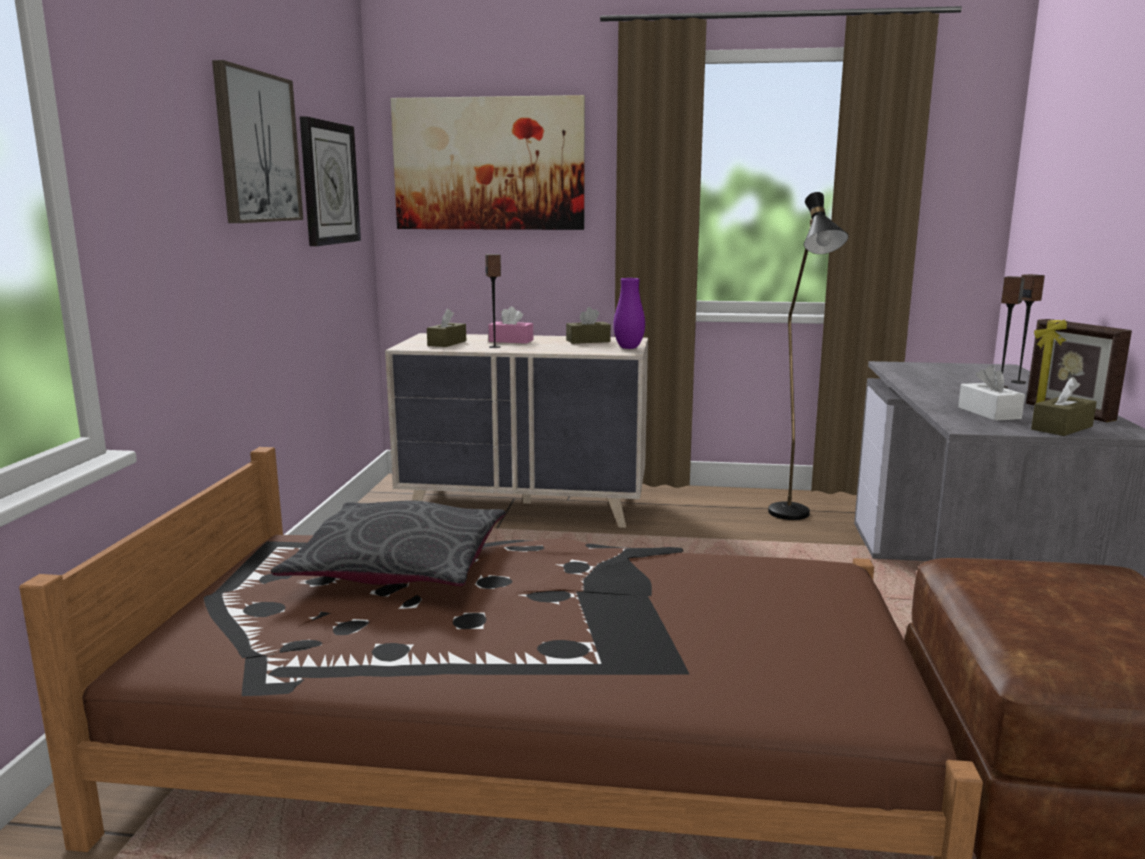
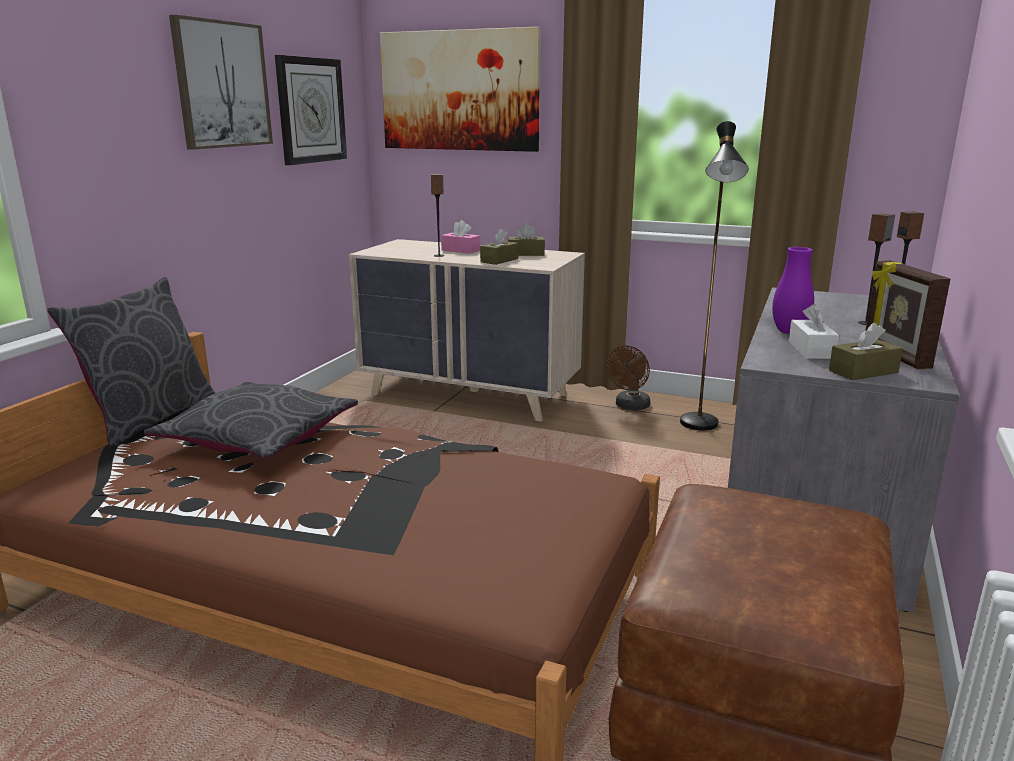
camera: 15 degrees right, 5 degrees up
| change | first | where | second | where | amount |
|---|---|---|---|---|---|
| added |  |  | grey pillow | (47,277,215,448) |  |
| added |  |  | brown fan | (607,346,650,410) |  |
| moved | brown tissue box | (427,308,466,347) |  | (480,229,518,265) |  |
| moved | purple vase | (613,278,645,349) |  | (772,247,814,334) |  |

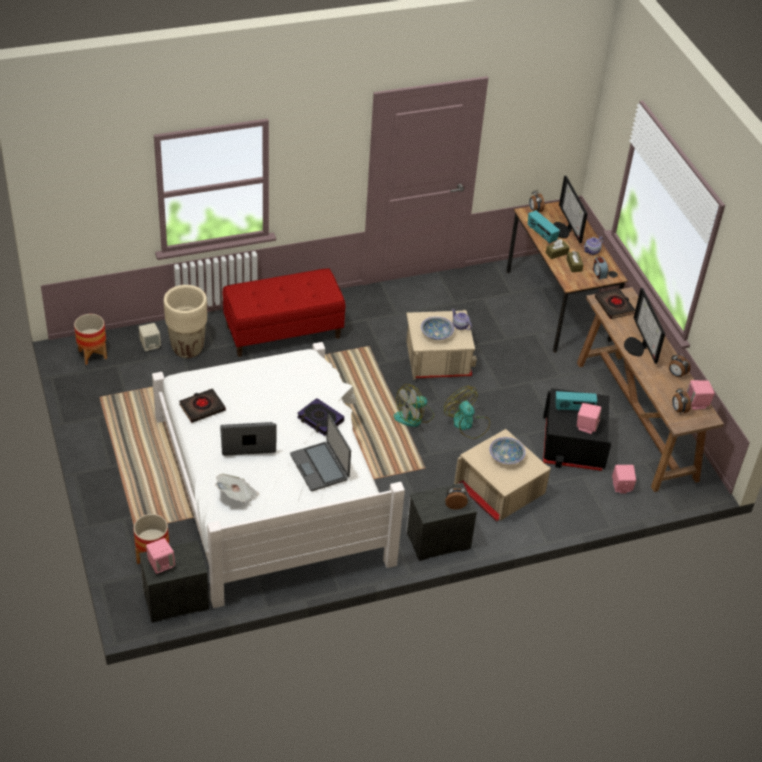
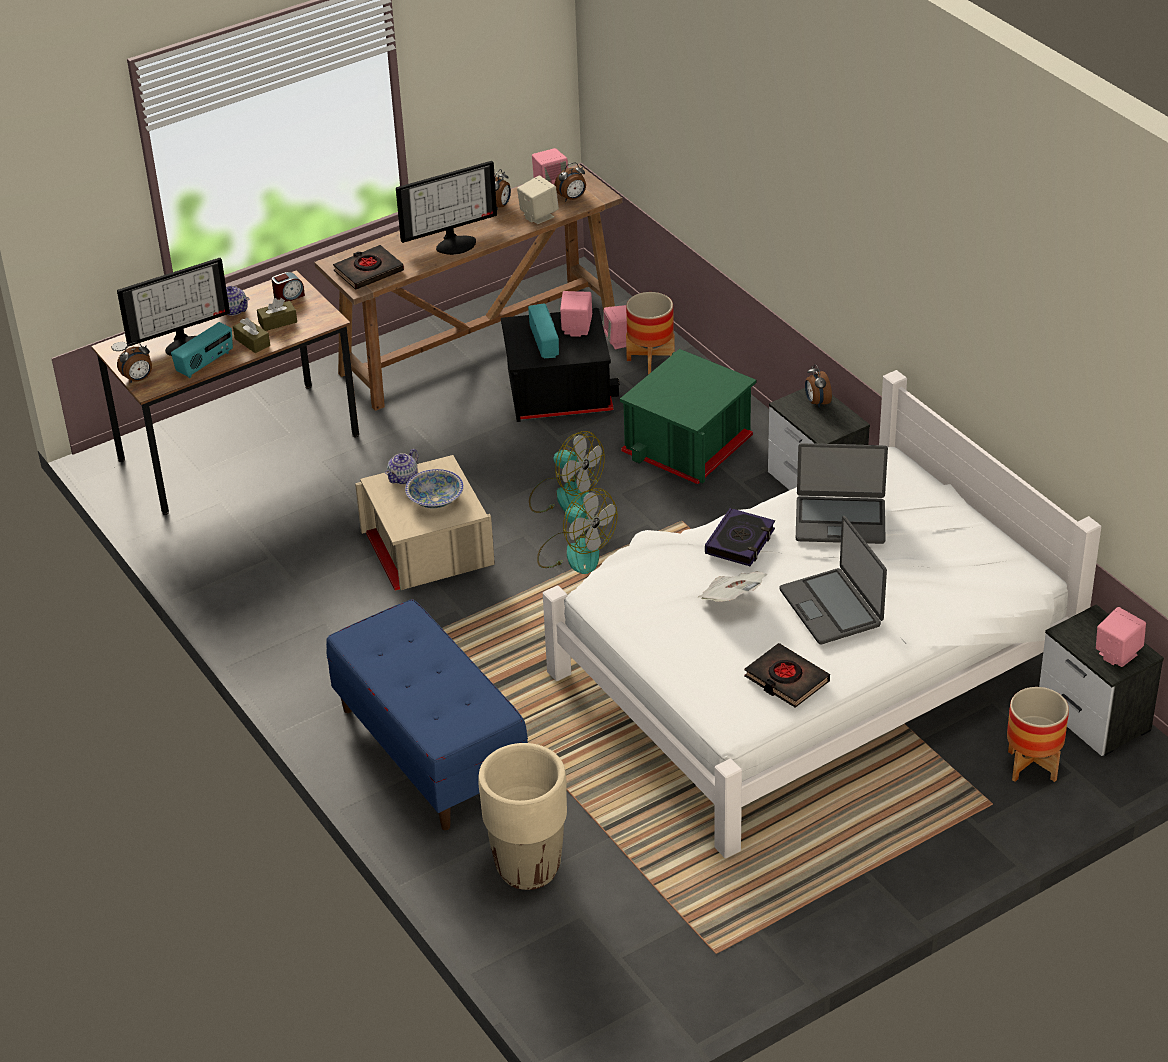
camera: 100 degrees left, 5 degrees down
| change | first | where | second | where | amount |
|---|---|---|---|---|---|
| removed | bowl | (489,437,526,464) |  |  |  |
| moved | planter | (74,314,107,365) |  | (626,292,675,375) |  |
| moved | beige speaker | (139,323,161,351) |  | (517,175,559,224) |  |
| moved | newspaper | (215,473,259,503) |  | (698,571,767,602) |  |
| recoloured | red bench | (223,268,345,357) | blue bench | (326,599,528,830) |  |
| recoloured | beige storage box | (454,429,551,522) | green storage box | (620,349,756,484) |  |
| turned | laptop | (290,414,351,491) |  | (796,443,888,544) | 45 degrees clockwise |
| turned | fan | (444,386,490,439) |  | (529,431,605,513) | 90 degrees counterclockwise |

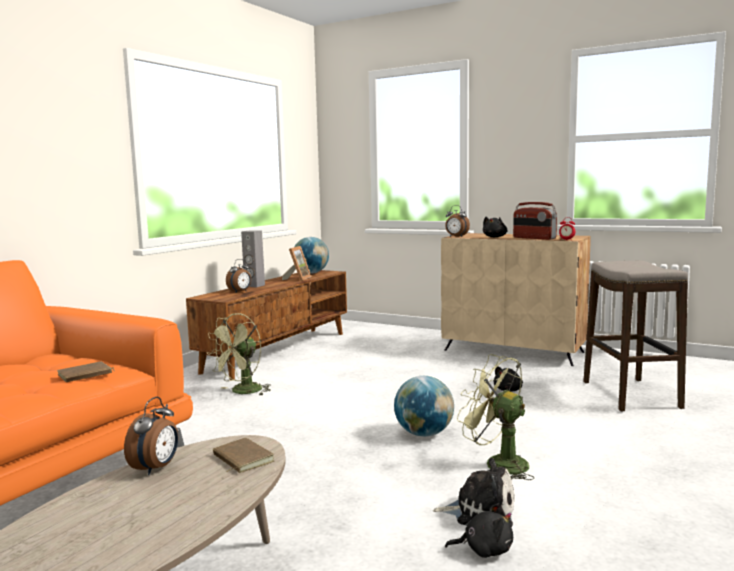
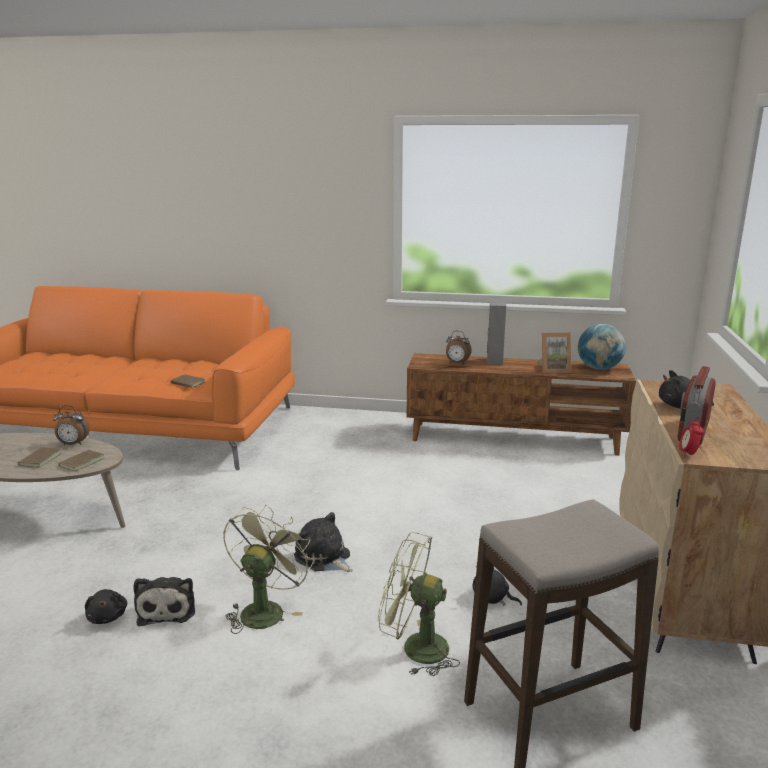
camera: 70 degrees right, 10 degrees up
| change | first | where | second | where | amount |
|---|---|---|---|---|---|
| removed | alarm clock | (445,205,470,237) |  |  |  |
| added |  |  | brown book | (11,447,62,468) |  |
| moved | green fan | (207,313,271,396) |  | (378,532,460,676) |  |
| replaced | globe | (394,376,454,437) | plush toy | (294,512,353,572) |  |

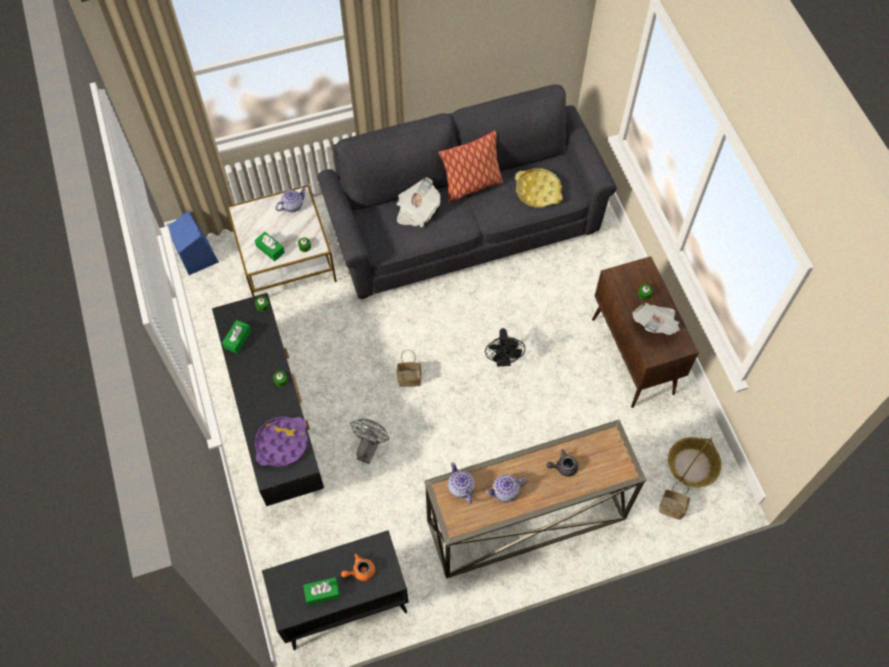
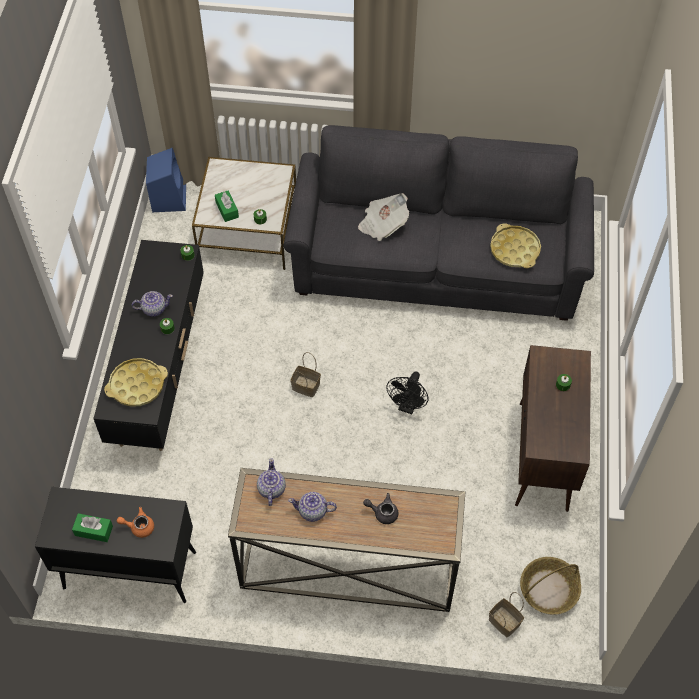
camera: 25 degrees right, 5 degrees down
| change | first | where | second | where | amount |
|---|---|---|---|---|---|
| removed | green tissue box | (222,320,251,354) |  |  |  |
| removed | grey fan | (350,419,389,464) |  |  |  |
| removed | pillow | (439,131,503,203) |  |  |  |
| removed | newspaper | (633,303,680,335) |  |  |  |
| moved | teapot | (275,187,306,212) |  | (132,291,173,317) |  |
| recoloured | purple tray | (255,417,308,467) | yellow tray | (104,358,168,407) |  |

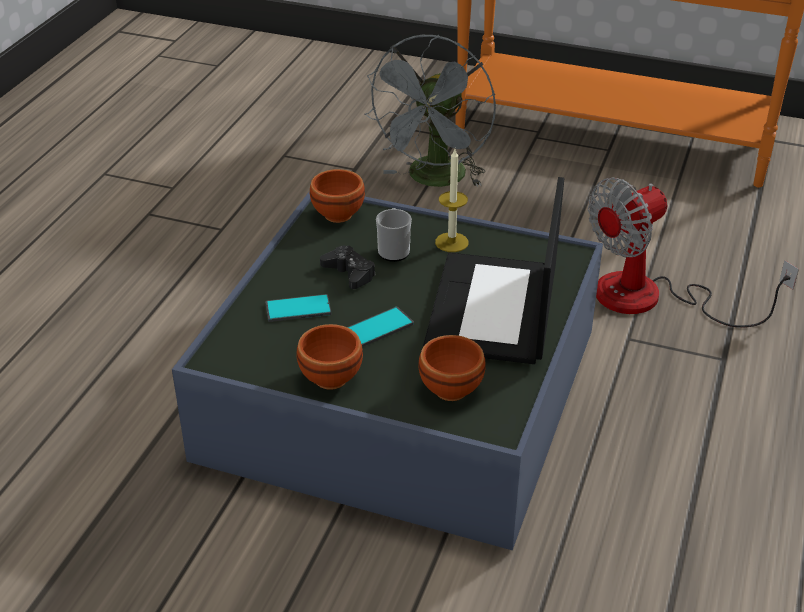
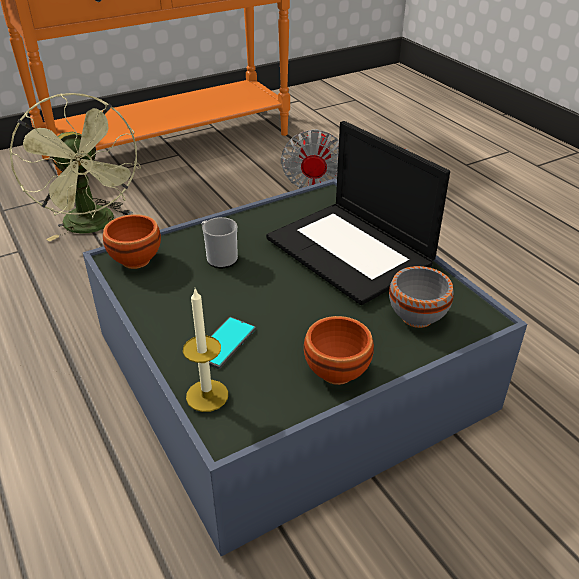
camera: 50 degrees left, 0 degrees up
| change | first | where | second | where | amount |
|---|---|---|---|---|---|
| removed | black game controller | (320,245,376,289) |  |  |  |
| removed | phone | (347,306,414,347) |  |  |  |
| moved | candle | (435,149,468,252) |  | (183,289,228,412) |  |
| recoloured | grey fan | (364,35,496,187) | green fan | (9,93,141,242) |  |
| recoloured | brown bowl | (418,335,486,401) | grey bowl | (389,266,454,328) |  |

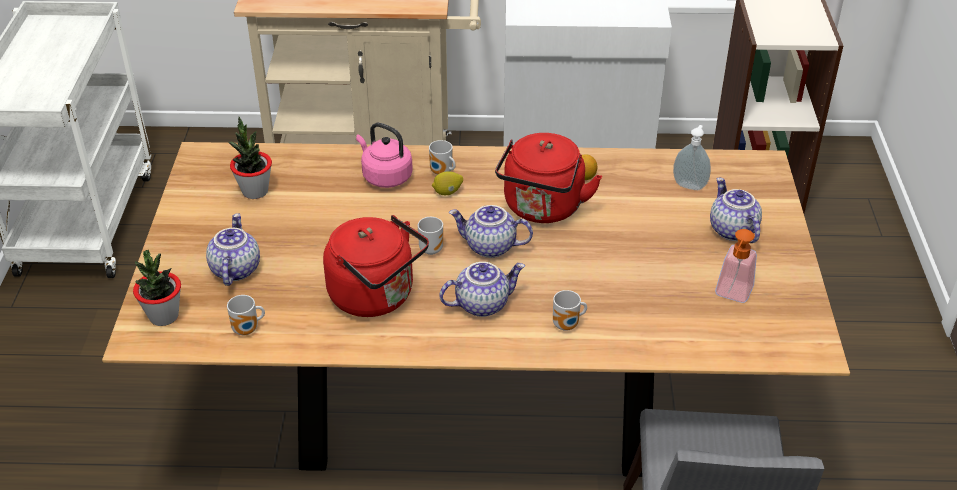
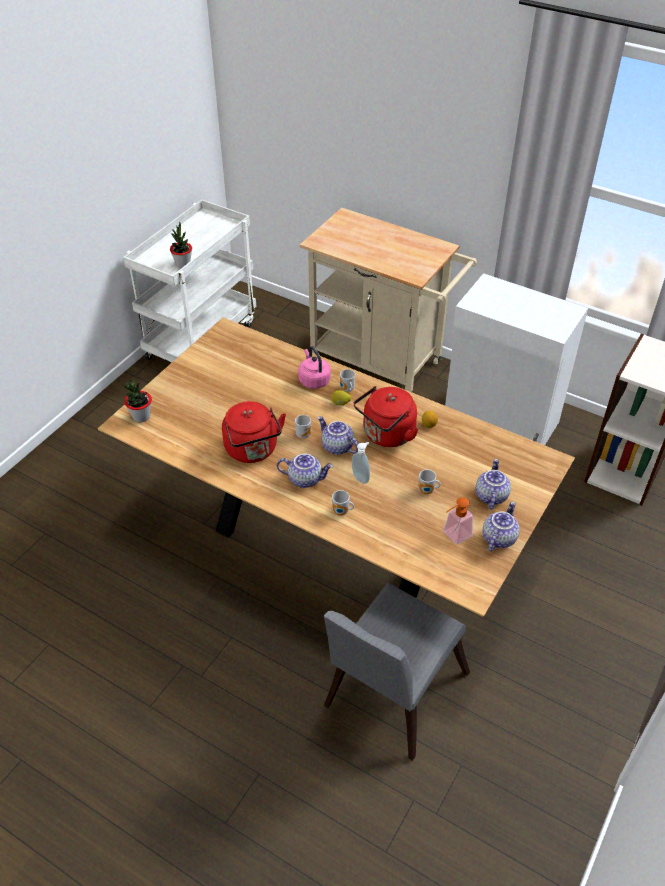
camera: 30 degrees right, 5 degrees up
| change | first | where | second | where | amount |
|---|---|---|---|---|---|
| moved | teapot | (206,213,260,286) |  | (483,502,520,552) |  |
| moved | mug | (227,295,265,335) |  | (418,470,441,494) |  |
| moved | potted plant | (228,117,272,199) |  | (170,222,192,268) |  |
| moved | soap dispenser | (673,125,711,190) |  | (352,442,370,484) |  |

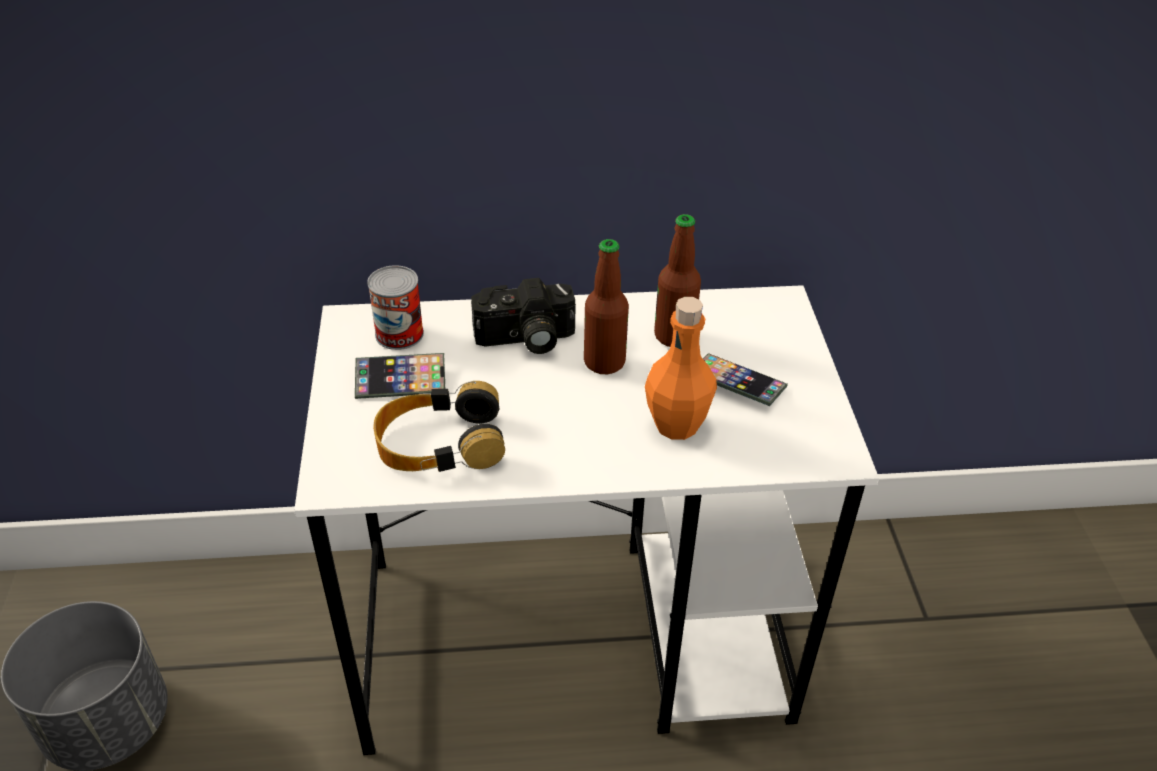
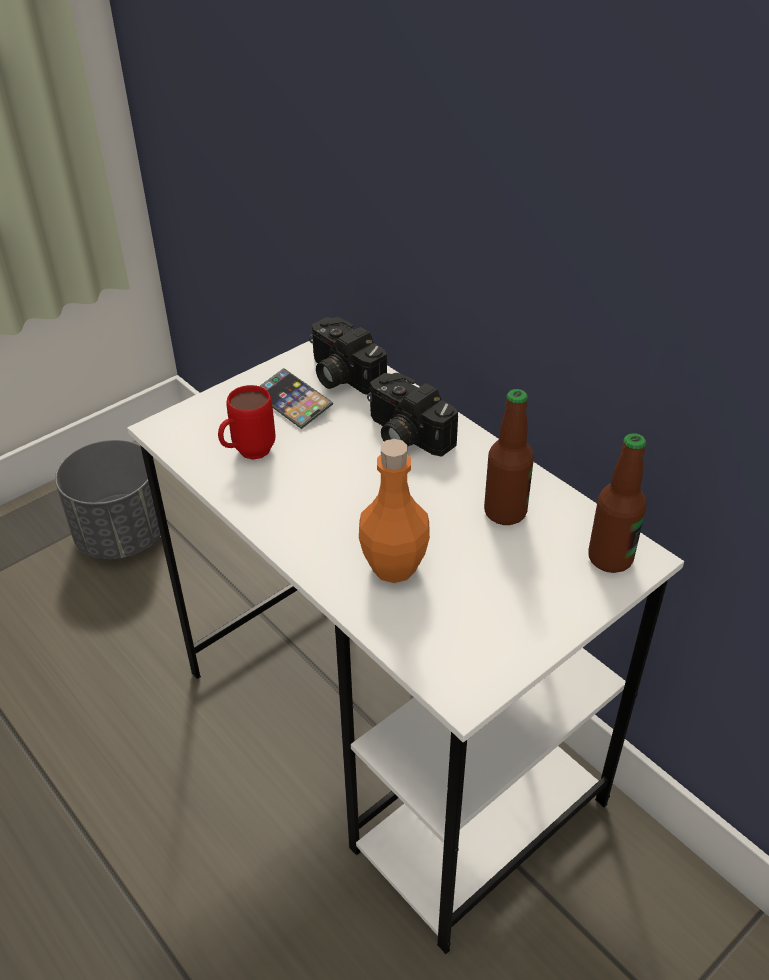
camera: 55 degrees right, 0 degrees up
| change | first | where | second | where | amount |
|---|---|---|---|---|---|
| removed | phone | (703,353,788,406) |  |  |  |
| moved | bottle | (584,239,629,374) |  | (588,433,647,573) |  |
| replaced | can | (367,265,424,350) | photo camera | (309,317,387,395) |  |
| replaced | headphones | (373,381,505,472) | red mug | (218,385,275,460) |  |

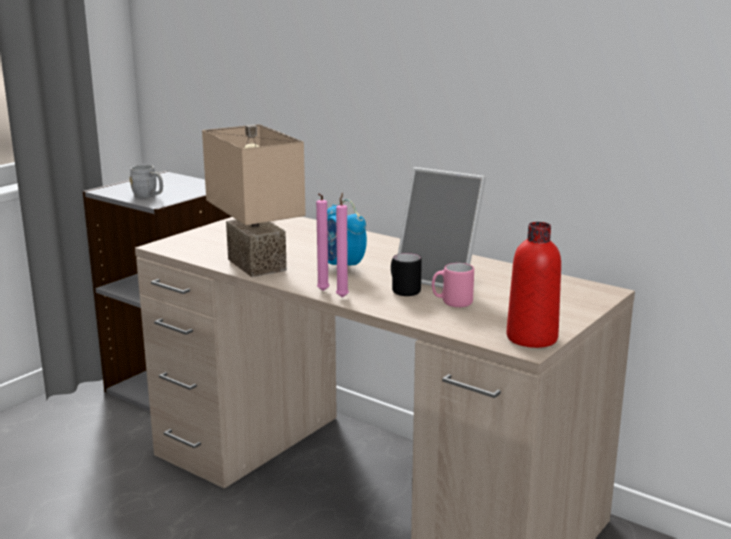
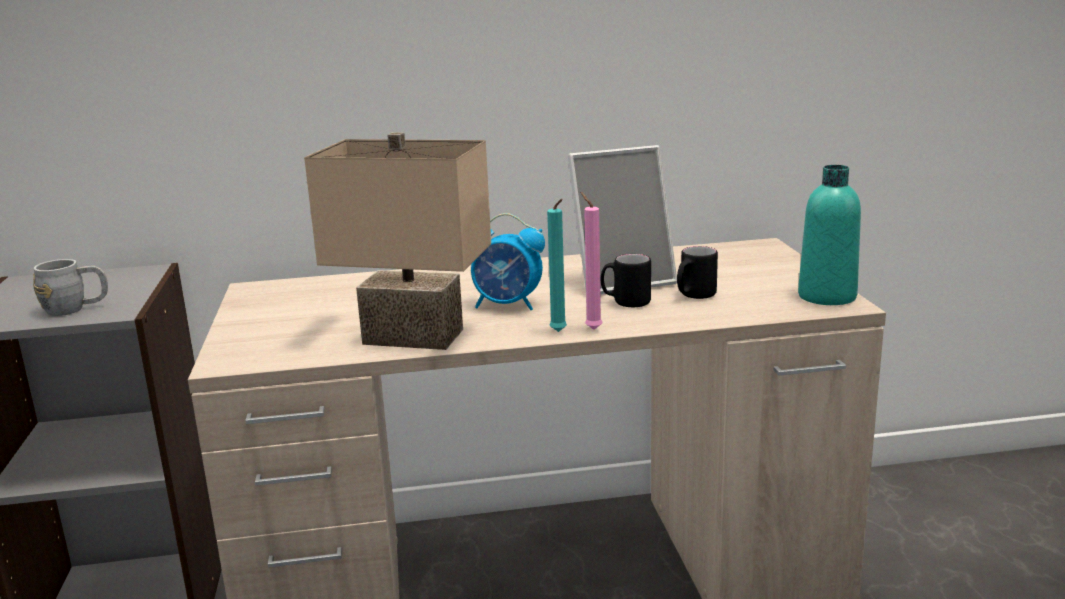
camera: 45 degrees left, 0 degrees up
| change | first | where | second | where | amount |
|---|---|---|---|---|---|
| recoloured | pink candle | (316,193,330,291) | turquoise candle | (547,199,567,332) |  |
| recoloured | pink mug | (432,263,474,307) | black mug | (677,246,718,299) |  |
| recoloured | red bottle | (506,222,561,348) | turquoise bottle | (798,165,861,305) |  |

